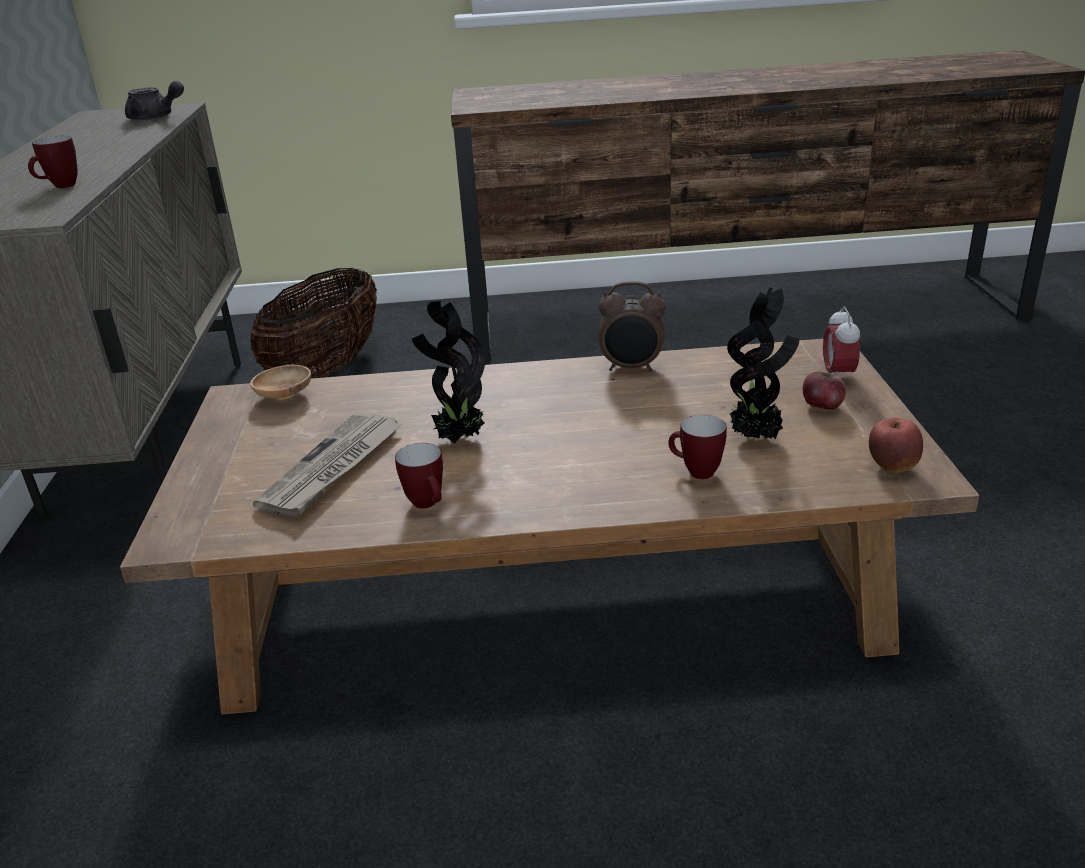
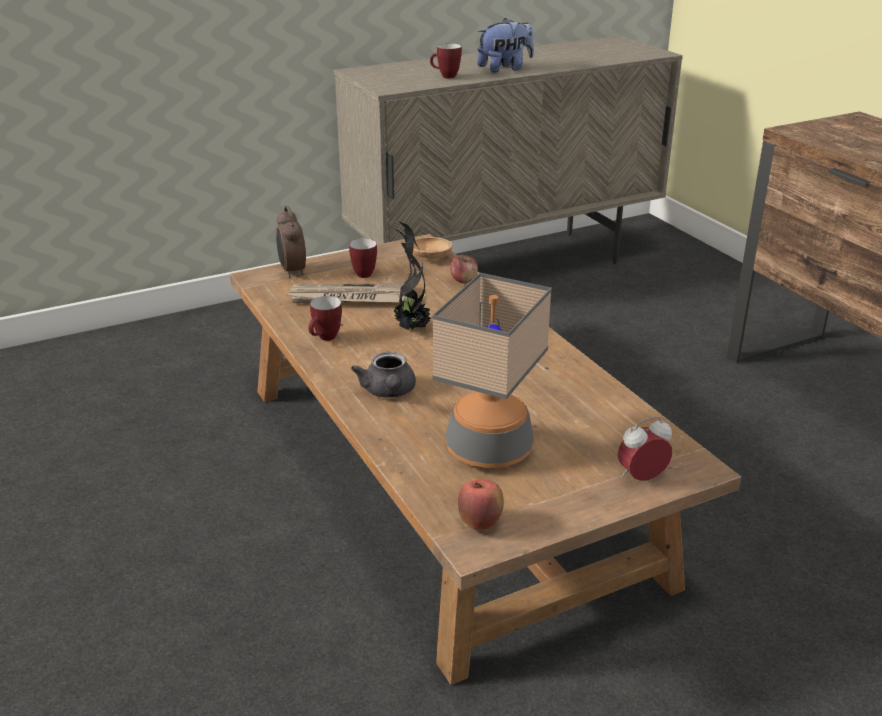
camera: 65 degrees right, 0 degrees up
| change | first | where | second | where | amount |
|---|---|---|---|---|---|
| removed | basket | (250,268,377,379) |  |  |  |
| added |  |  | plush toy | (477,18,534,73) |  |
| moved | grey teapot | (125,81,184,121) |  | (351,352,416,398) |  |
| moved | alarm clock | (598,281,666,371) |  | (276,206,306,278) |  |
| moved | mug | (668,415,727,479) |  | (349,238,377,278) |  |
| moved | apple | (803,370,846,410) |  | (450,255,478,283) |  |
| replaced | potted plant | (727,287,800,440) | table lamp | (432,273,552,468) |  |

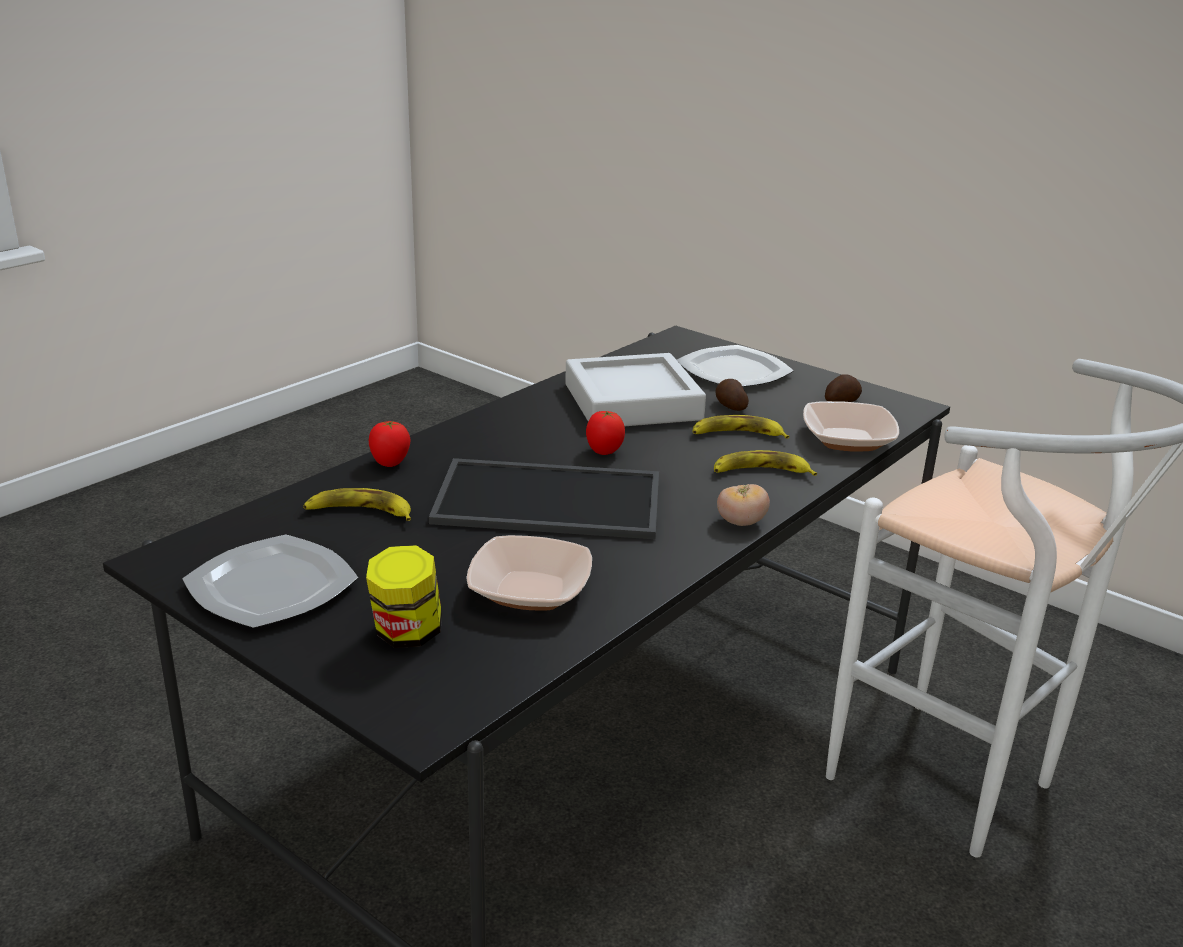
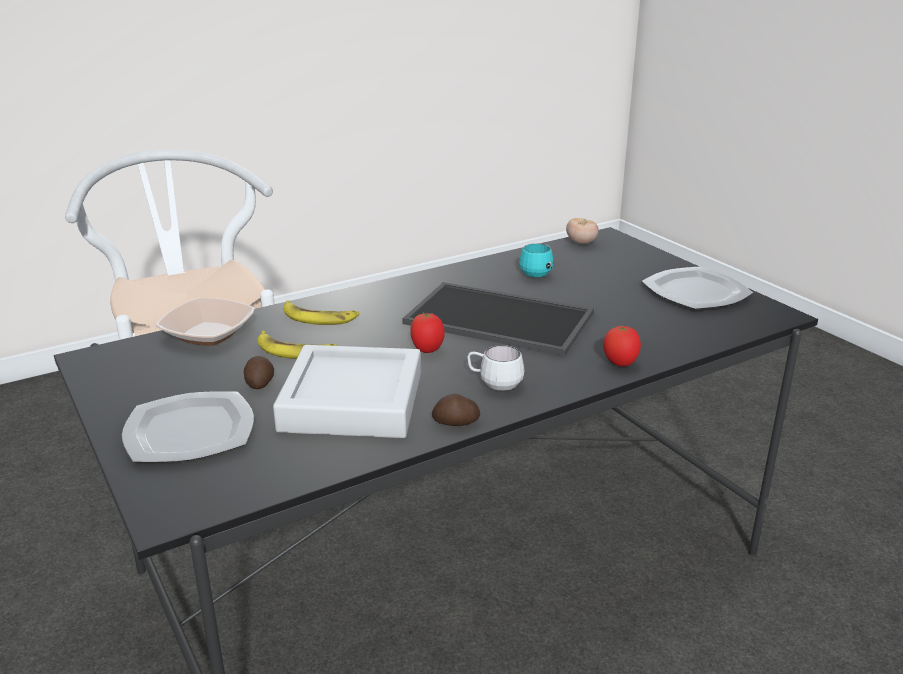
camera: 160 degrees left, 0 degrees up
| change | first | where | second | where | amount |
|---|---|---|---|---|---|
| removed | banana | (303,488,411,521) |  |  |  |
| removed | jar | (366,545,442,648) |  |  |  |
| added |  |  | white mug | (467,345,524,391) |  |
| moved | tomato | (717,484,770,526) |  | (566,218,599,244) |  |
| moved | potato | (825,374,862,402) |  | (432,394,480,426) |  |
| replaced | bowl | (466,535,592,611) | turquoise mug | (519,243,554,278) |  |

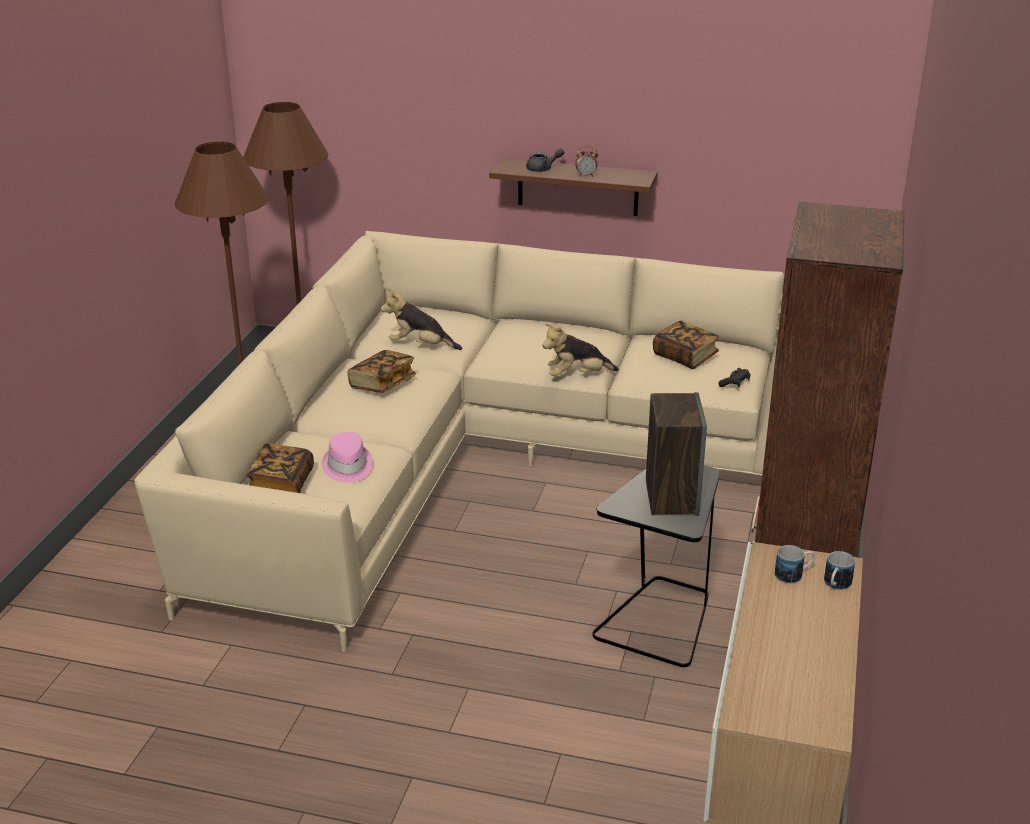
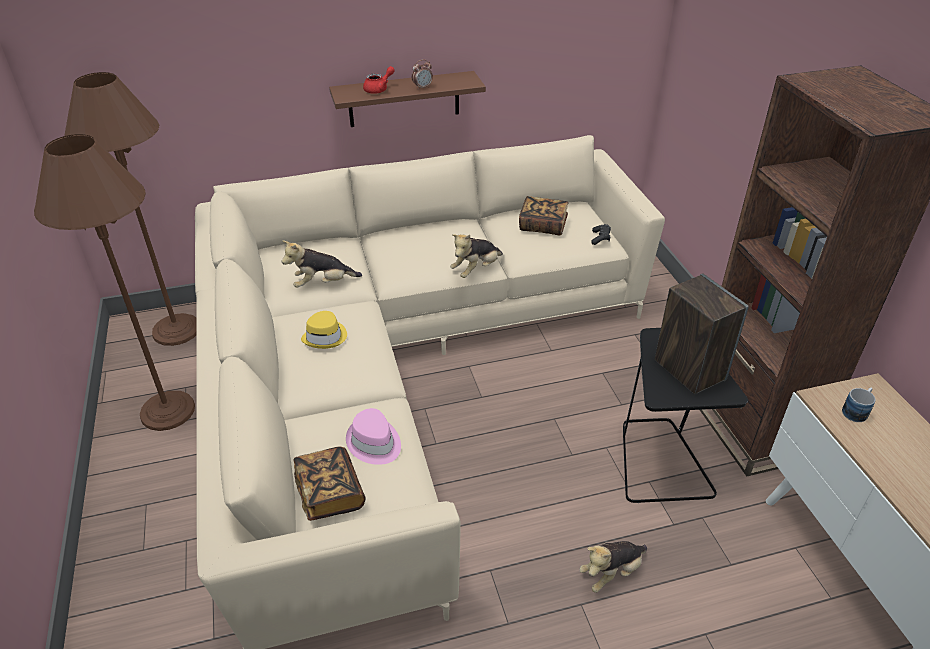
camera: 30 degrees left, 10 degrees up
| change | first | where | second | where | amount |
|---|---|---|---|---|---|
| removed | mug | (824,551,855,590) |  |  |  |
| added |  |  | plush toy | (579,541,647,593) |  |
| replaced | book | (347,350,416,393) | yellow hat | (301,311,347,349) |  |
| recoloured | grey teapot | (526,148,564,172) | red teapot | (363,66,395,94) |  |

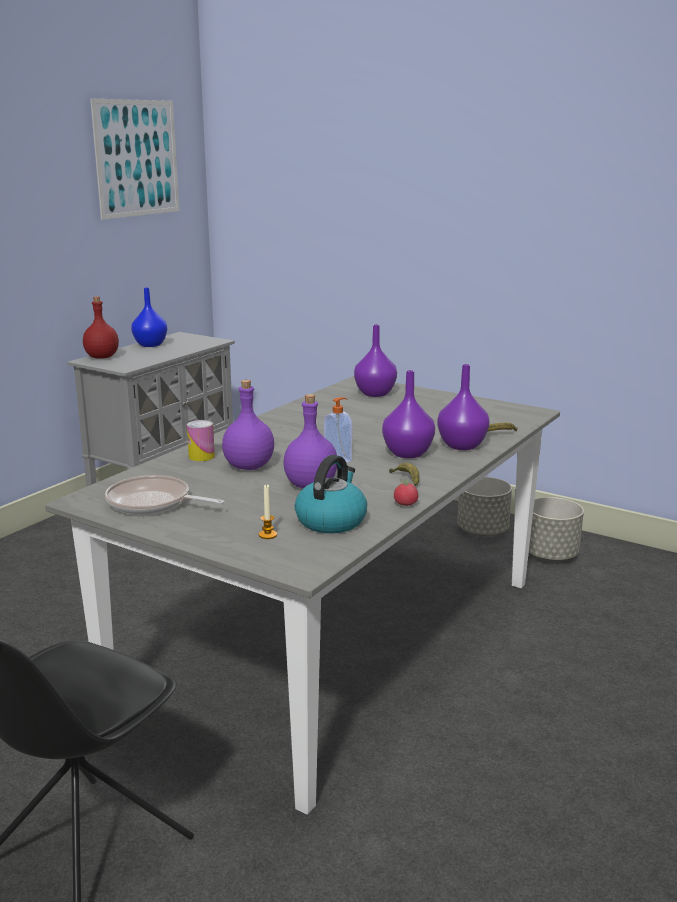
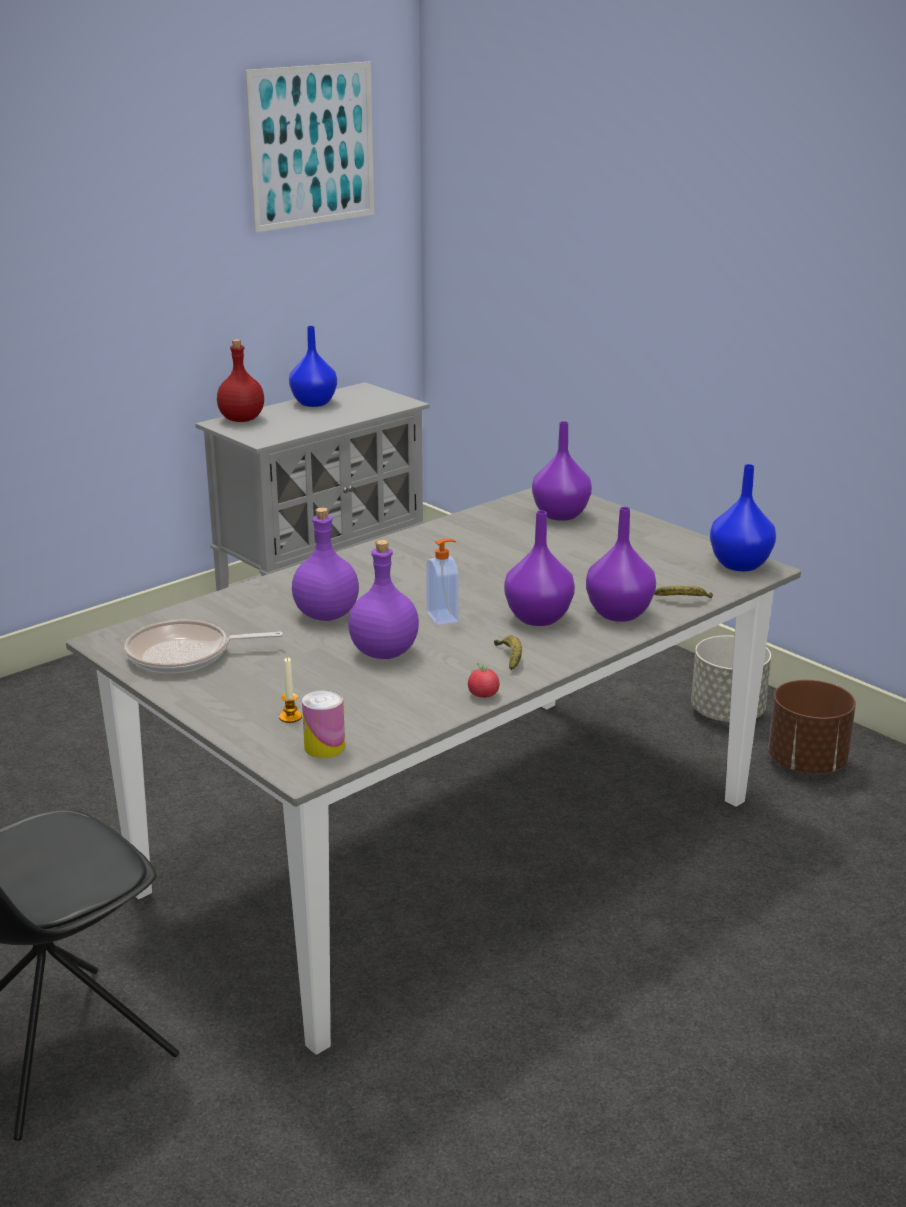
camera: 15 degrees right, 5 degrees up
| change | first | where | second | where | amount |
|---|---|---|---|---|---|
| removed | kettle | (295,455,367,533) |  |  |  |
| added |  |  | blue vase | (710,464,776,571) |  |
| moved | can | (187,420,215,461) |  | (302,690,345,758) |  |
| recoloured | grey planter | (529,497,584,561) | brown planter | (768,680,856,774) |  |
| turned | frying pan | (105,475,224,515) |  | (125,620,283,673) | 45 degrees counterclockwise |

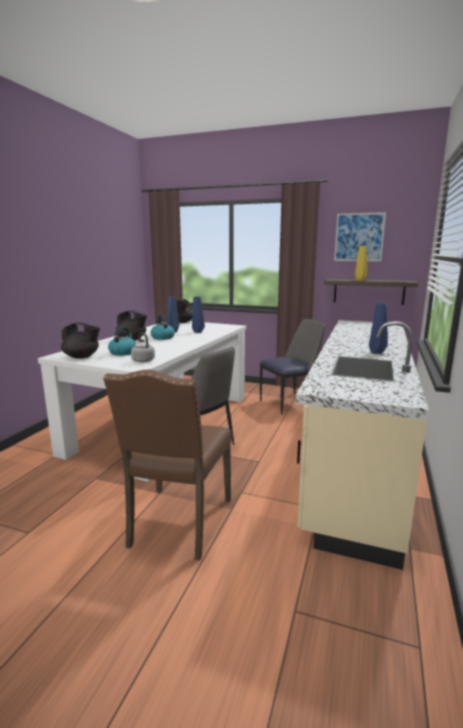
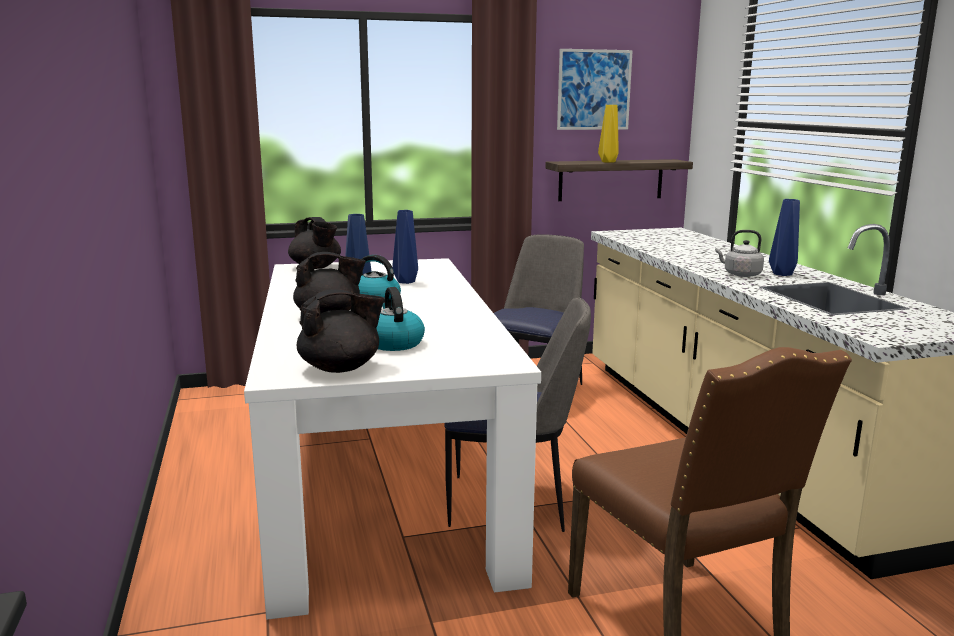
camera: 35 degrees left, 0 degrees up
| change | first | where | second | where | amount |
|---|---|---|---|---|---|
| moved | grey kettle | (131,332,155,363) |  | (715,230,764,277) |  |

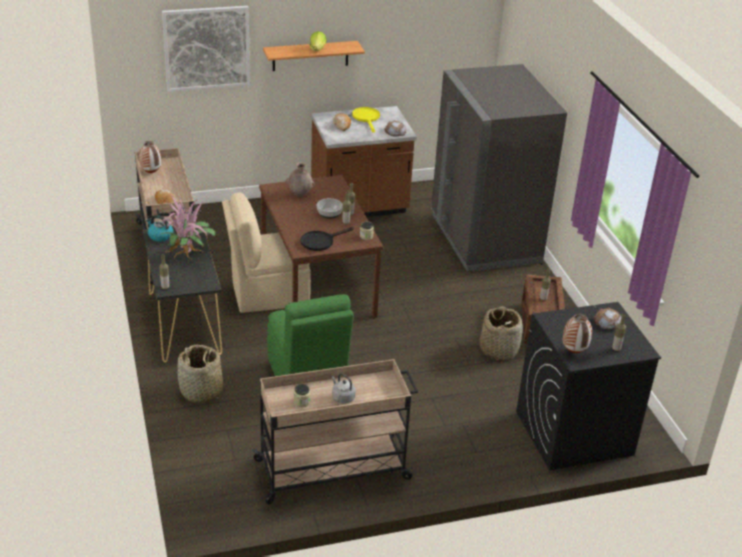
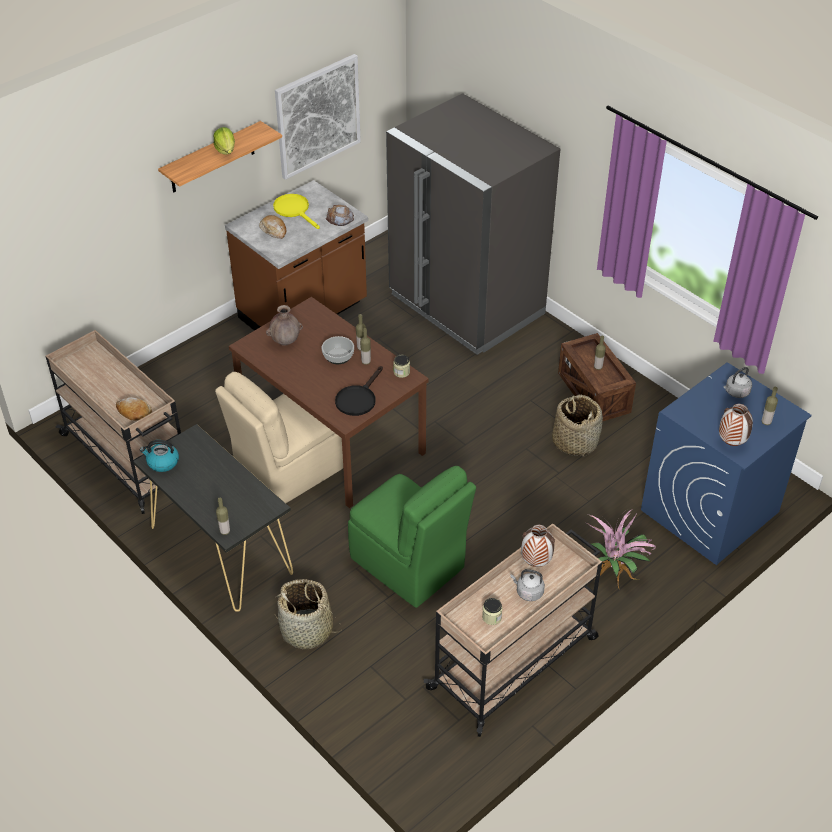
camera: 25 degrees left, 10 degrees up
| change | first | where | second | where | amount |
|---|---|---|---|---|---|
| moved | vase | (139,141,161,173) |  | (521,525,555,567) |  |
| moved | potted plant | (159,194,216,259) |  | (586,510,656,590) |  |
| moved | picture | (162,6,250,92) |  | (275,54,361,180) |  |
| replaced | bread | (594,307,621,330) | grey kettle | (723,367,752,398) |  |
| recoloured | black washing machine | (516,302,661,470) | blue washing machine | (641,362,812,565) |  |

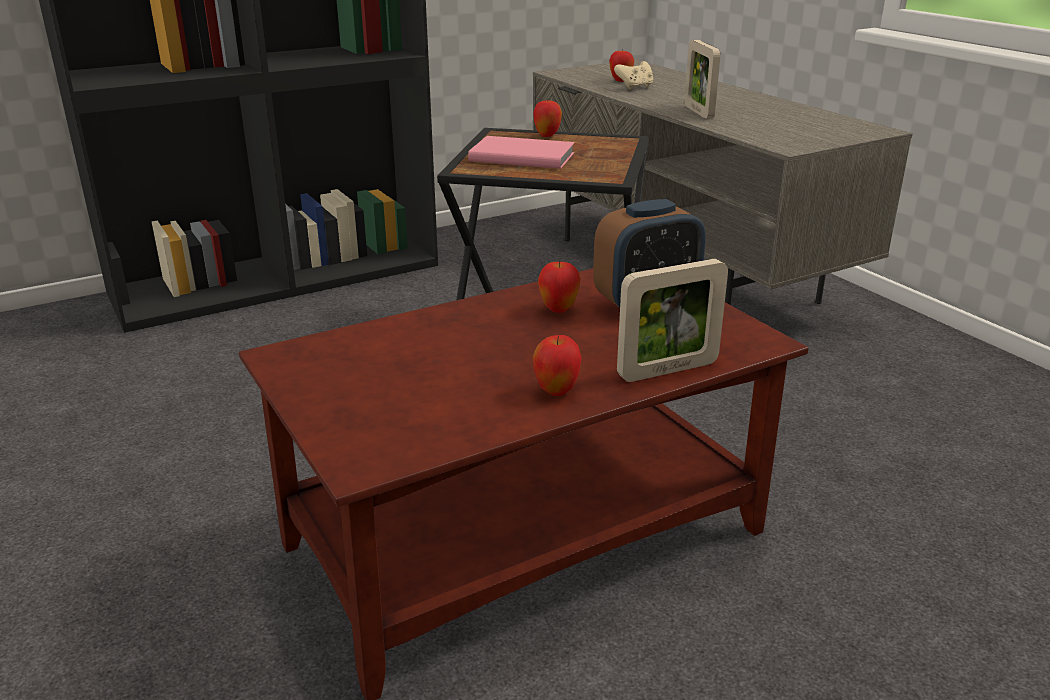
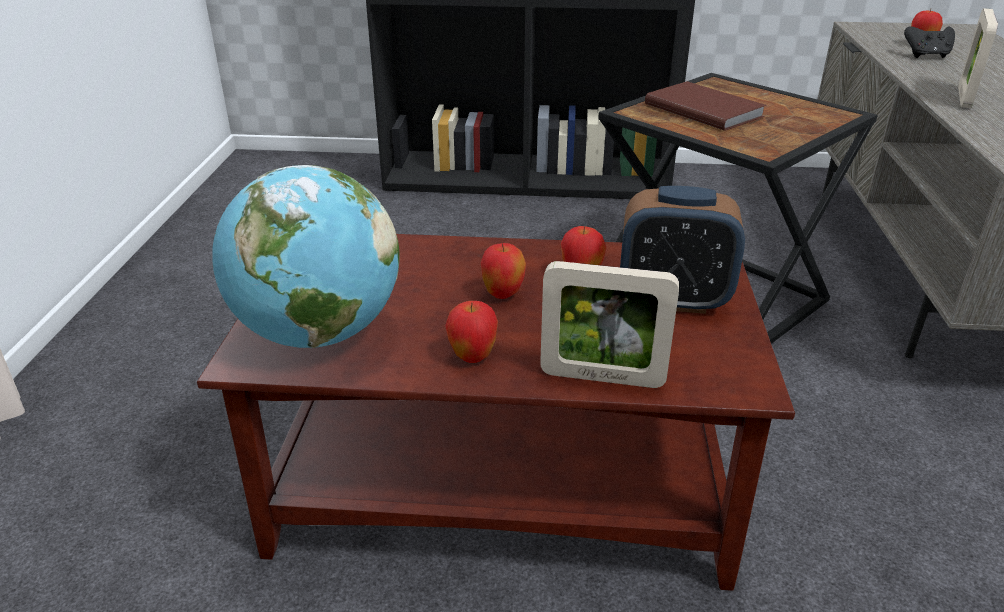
camera: 35 degrees right, 5 degrees up
| change | first | where | second | where | amount |
|---|---|---|---|---|---|
| added |  |  | globe | (212,165,400,349) |  |
| moved | apple | (533,98,562,137) |  | (481,243,526,299) |  |
| recoloured | pink book | (468,136,575,169) | brown book | (645,81,767,131) |  |
| recoloured | beige game controller | (614,61,653,90) | black game controller | (904,26,955,58) |  |

